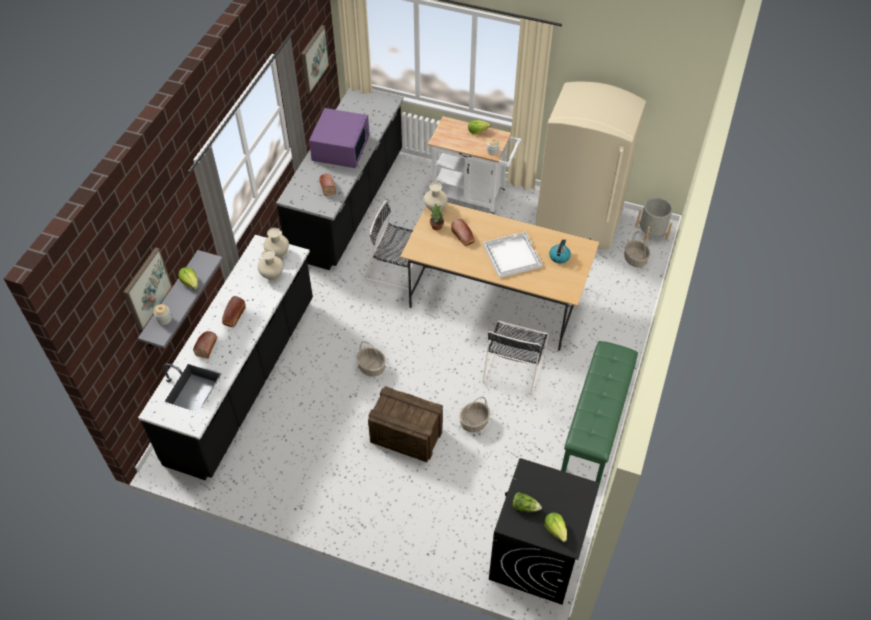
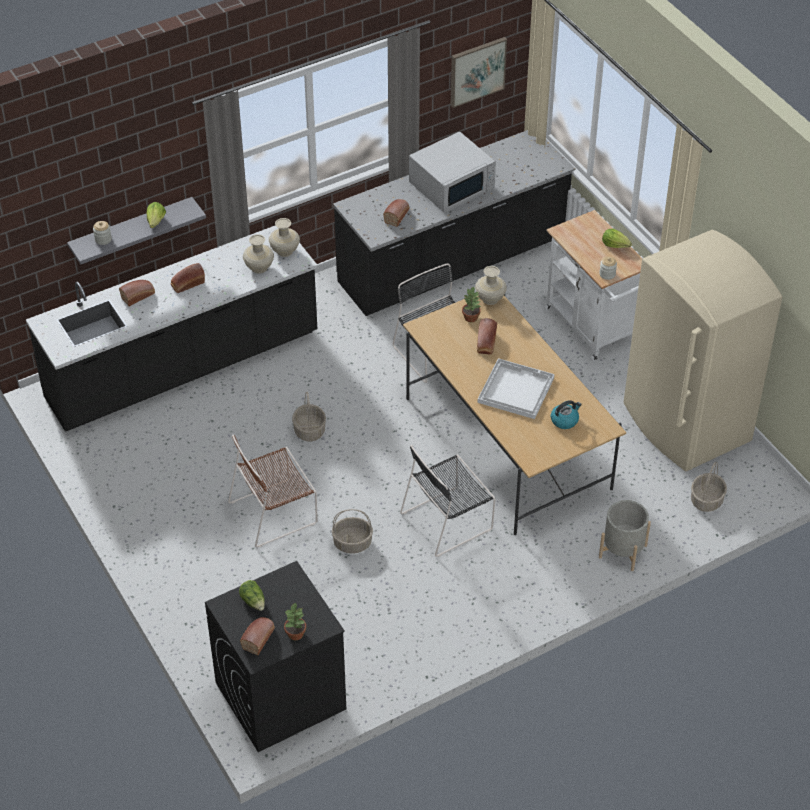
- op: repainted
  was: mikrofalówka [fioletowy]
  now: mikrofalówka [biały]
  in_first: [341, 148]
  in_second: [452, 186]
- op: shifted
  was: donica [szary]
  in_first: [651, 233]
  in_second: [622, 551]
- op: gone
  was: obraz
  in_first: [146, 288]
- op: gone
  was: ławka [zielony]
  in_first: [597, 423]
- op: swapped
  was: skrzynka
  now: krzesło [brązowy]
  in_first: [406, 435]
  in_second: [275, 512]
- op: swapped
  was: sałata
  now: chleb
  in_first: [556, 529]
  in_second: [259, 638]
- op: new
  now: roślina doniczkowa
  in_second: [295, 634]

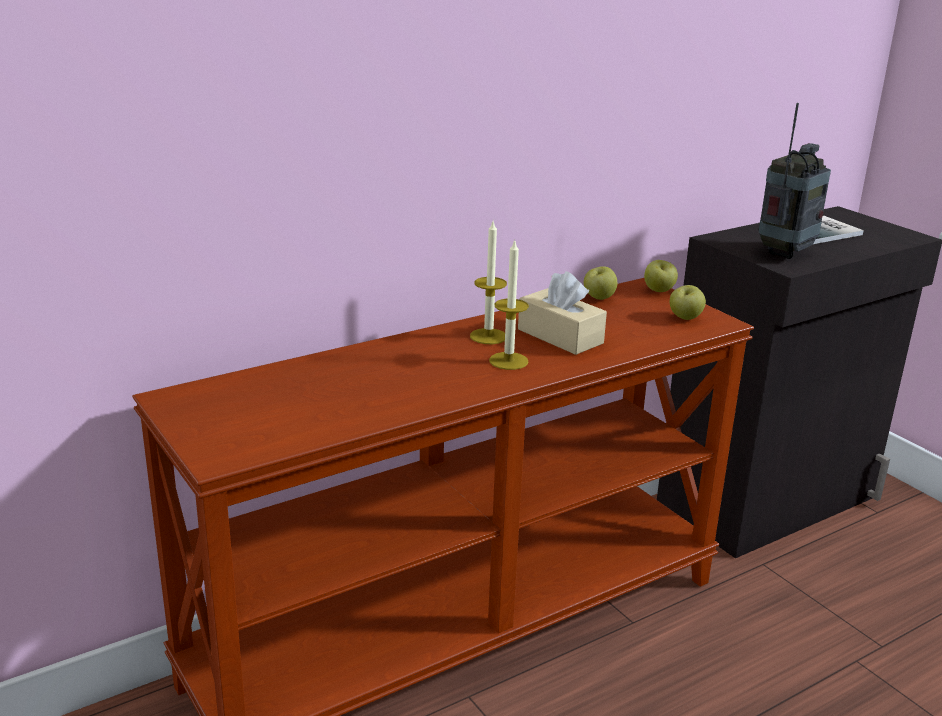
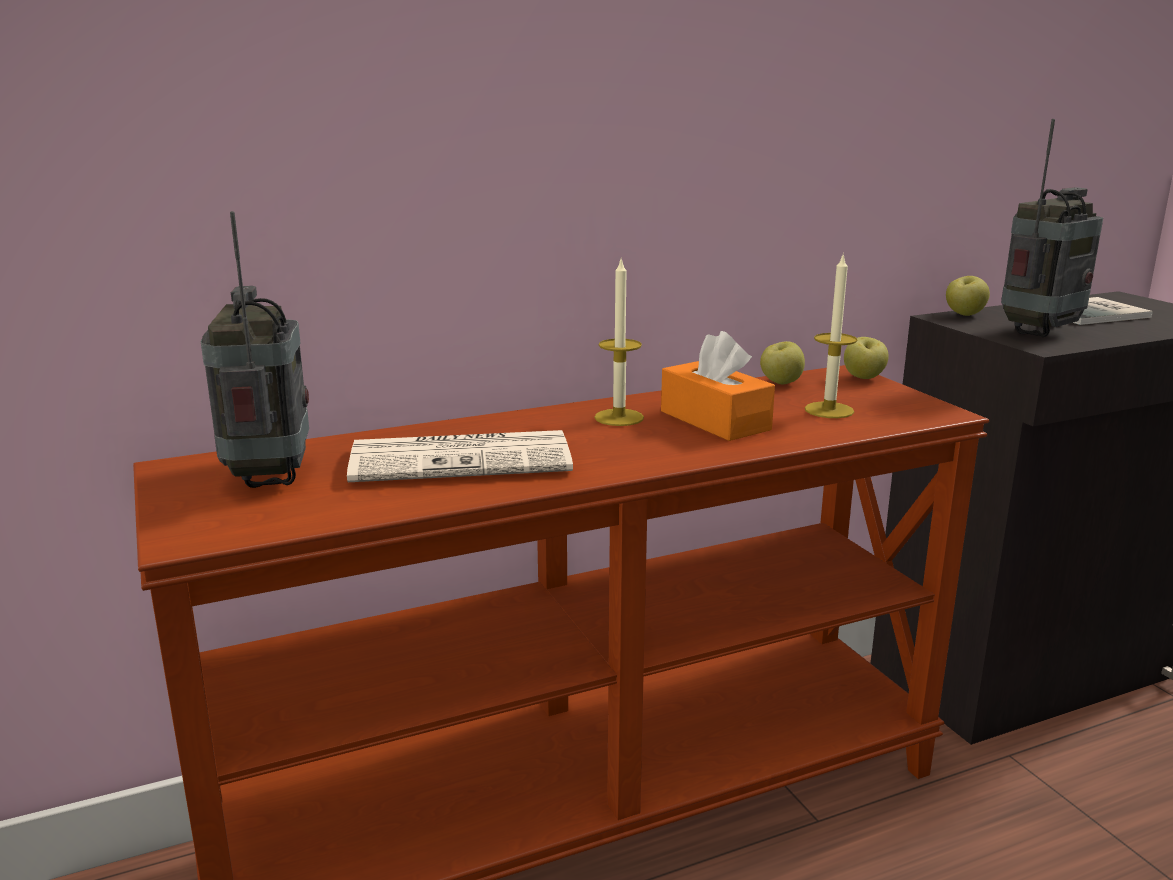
- op: shifted
  was: świeca
  in_first: [508, 361]
  in_second: [829, 410]
- op: repainted
  was: pudełko chusteczek [beżowy]
  now: pudełko chusteczek [pomarańczowy]
  in_first: [560, 336]
  in_second: [715, 420]
- op: shifted
  was: jabłko
  in_first: [685, 318]
  in_second: [964, 315]
- op: new
  now: radio
  in_second: [270, 477]
- op: new
  now: gazeta
  in_second: [464, 459]

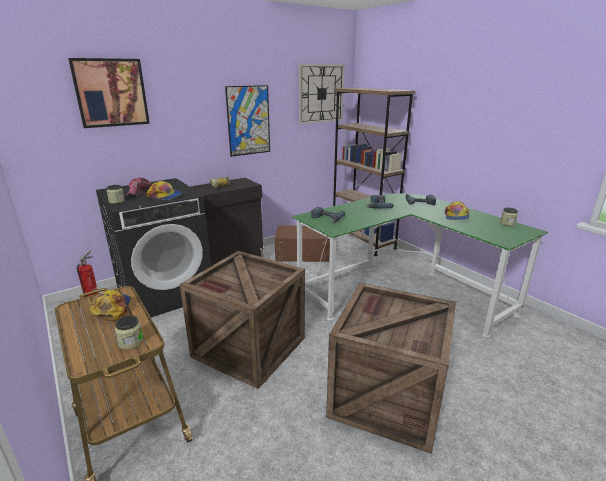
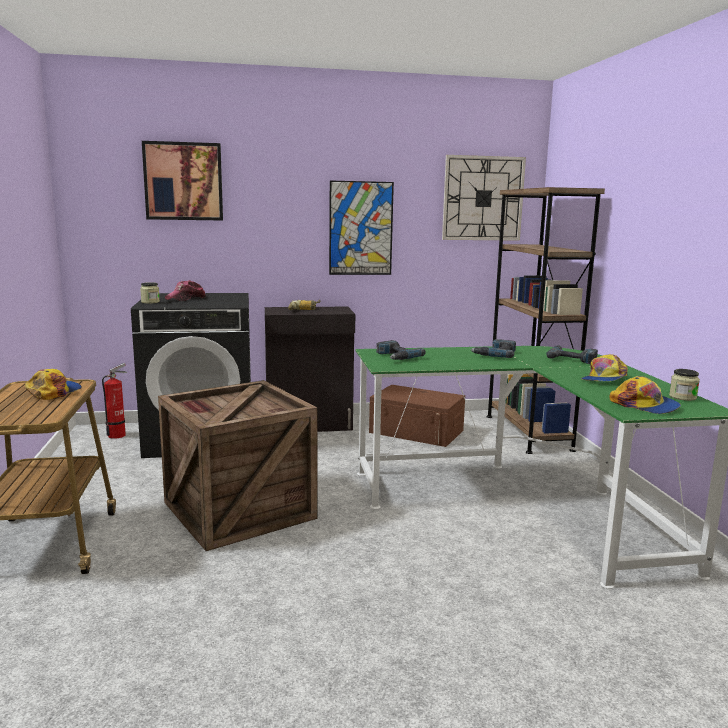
- op: shifted
  was: czapka z daszkiem
  in_first: [165, 196]
  in_second: [645, 405]
- op: gone
  was: skrzynka
  in_first: [386, 395]
- op: gone
  was: słoik
  in_first: [131, 342]

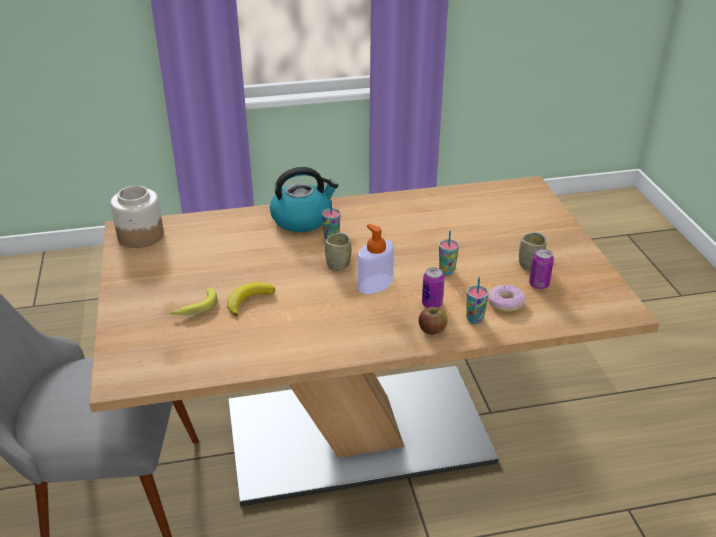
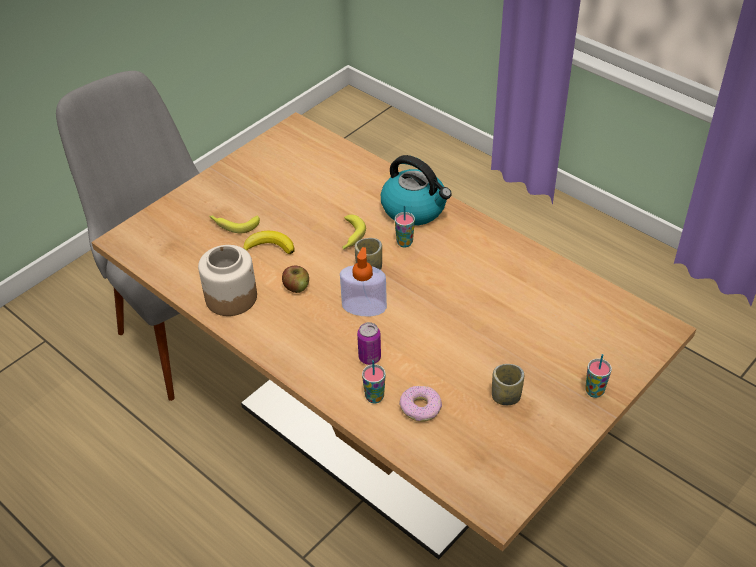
- op: shifted
  was: słoik
  in_first: [140, 235]
  in_second: [231, 297]
- op: shifted
  was: filiżanka
  in_first: [446, 271]
  in_second: [594, 391]
- op: gone
  was: puszka
  in_first: [539, 284]
- op: shifted
  was: jabłko
  in_first: [432, 330]
  in_second: [296, 287]
- op: new
  now: banan
  in_second: [350, 237]

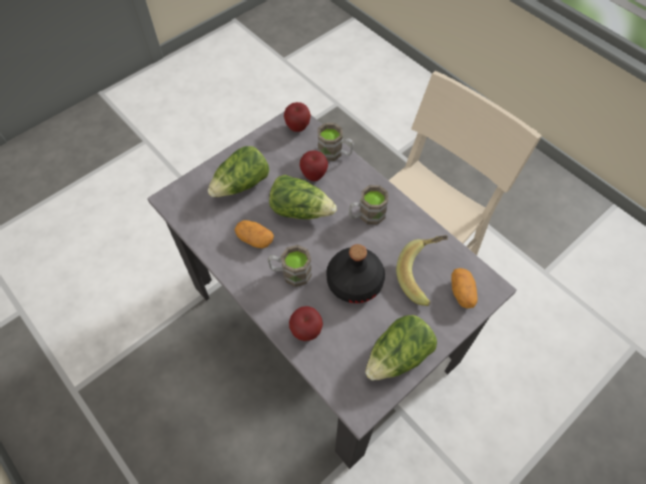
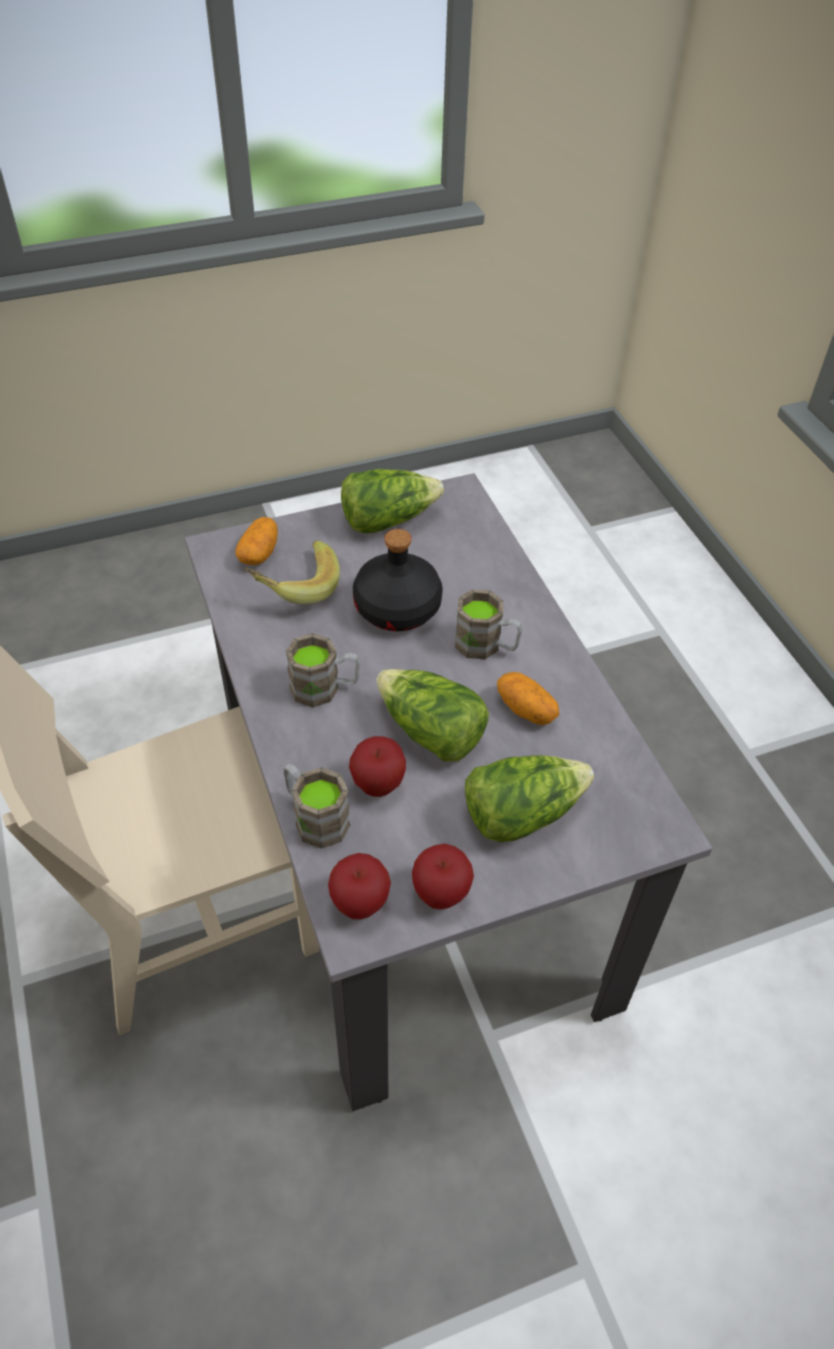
- op: shifted
  was: jabłko
  in_first: [306, 331]
  in_second: [441, 894]

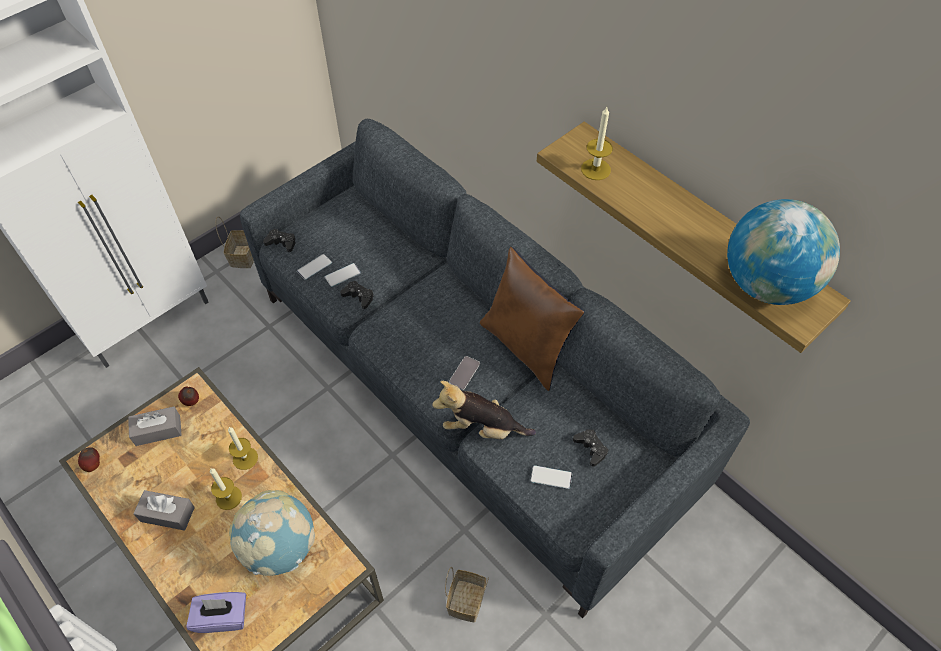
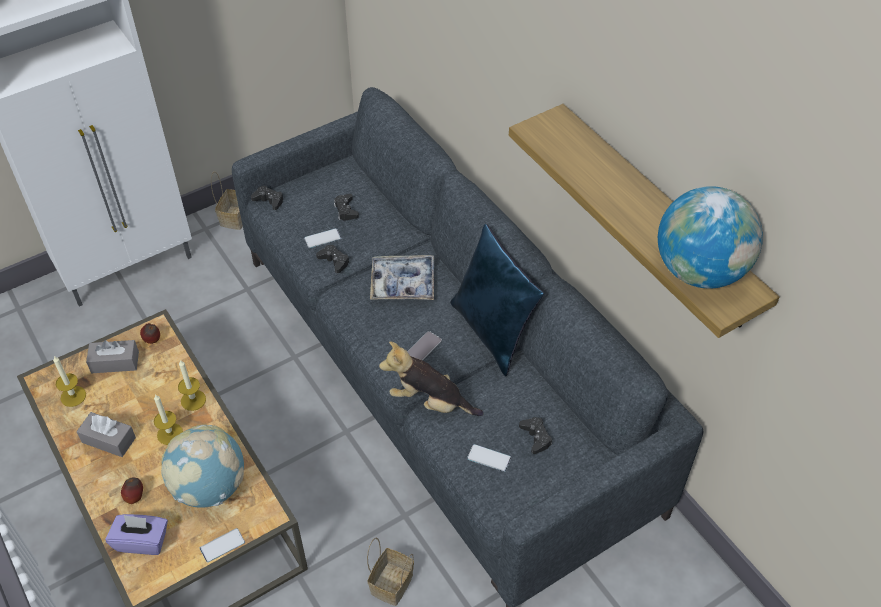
- op: shifted
  was: świeca
  in_first: [595, 169]
  in_second: [73, 396]
- op: repainted
  was: poduszka [brązowy]
  now: poduszka [niebieski]
  in_first: [527, 347]
  in_second: [493, 332]
- op: shifted
  was: telefon
  in_first: [314, 267]
  in_second: [222, 545]
- op: shifted
  was: jabłko
  in_first: [94, 465]
  in_second: [135, 497]
- op: new
  now: pad do gier [czarny]
  in_second: [346, 210]
- op: new
  now: taca
  in_second: [403, 283]

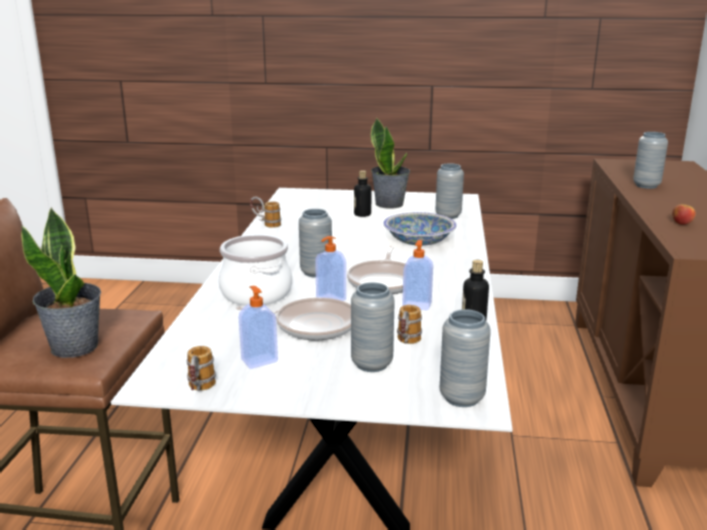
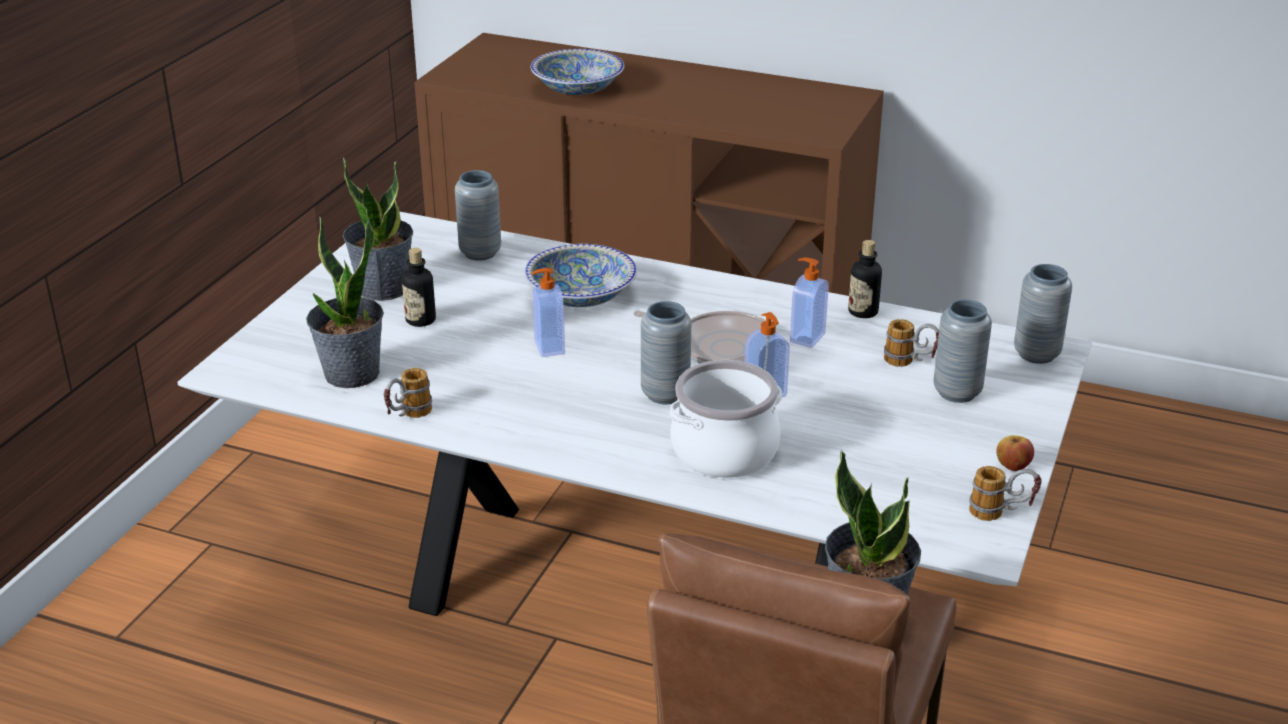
- op: swapped
  was: wazon [szary]
  now: miska
  in_first: [646, 186]
  in_second: [577, 89]
- op: shifted
  was: jabłko
  in_first: [681, 223]
  in_second: [1013, 466]
- op: shifted
  was: dozownik mydła
  in_first: [259, 360]
  in_second: [548, 348]
- op: gone
  was: patelnia
  in_first: [312, 325]
- op: new
  now: roślina doniczkowa
  in_second: [352, 374]

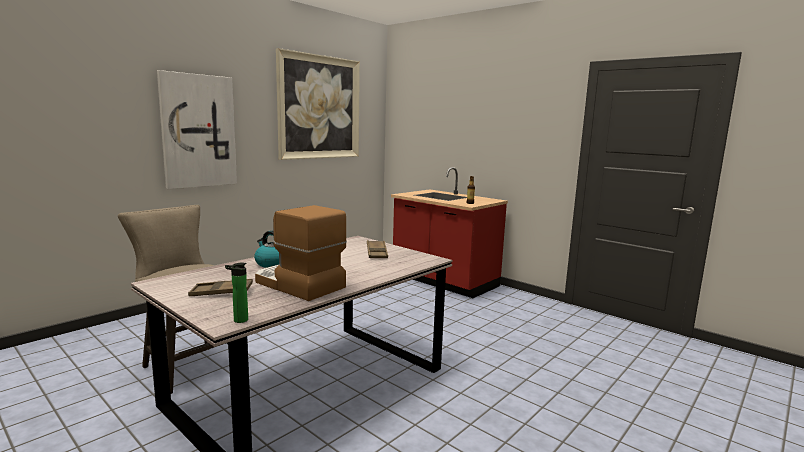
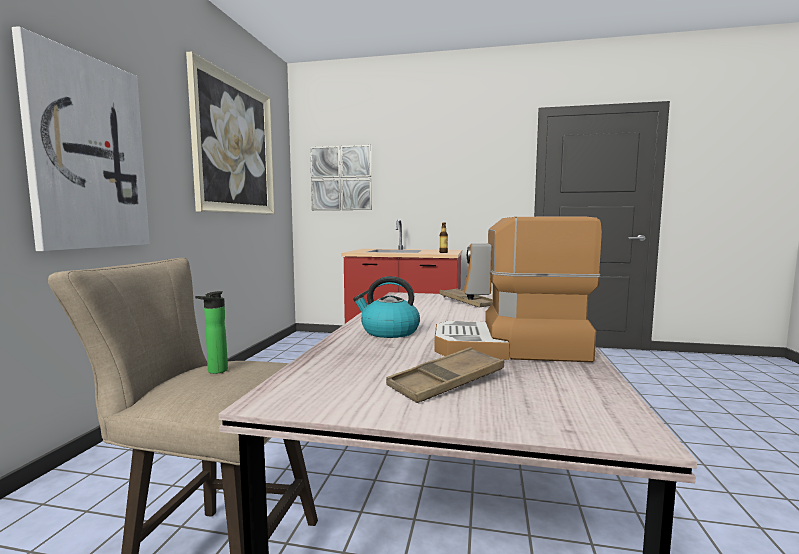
- op: shifted
  was: butelka
  in_first: [238, 320]
  in_second: [215, 371]
- op: new
  now: obraz
  in_second: [341, 178]

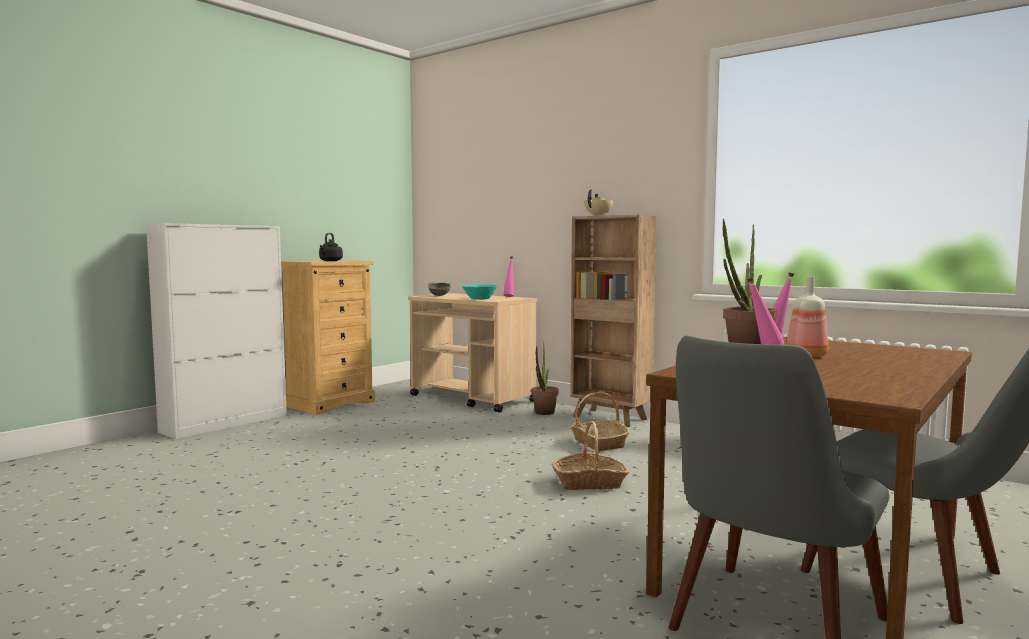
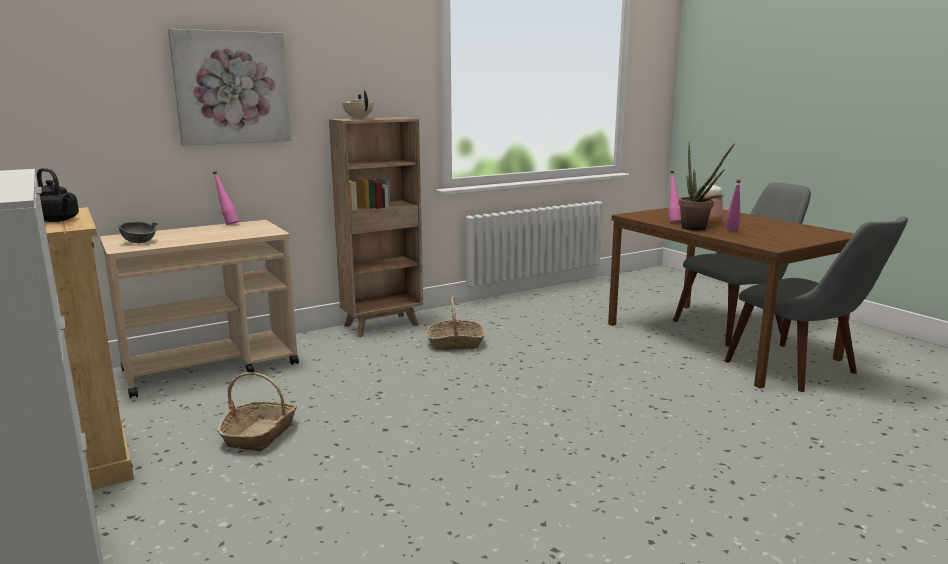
- op: gone
  was: miska [turkusowy]
  in_first: [479, 299]
- op: gone
  was: roślina doniczkowa
  in_first: [543, 413]
- op: shifted
  was: koszyk
  in_first: [589, 482]
  in_second: [260, 434]
- op: new
  now: obraz
  in_second: [232, 88]

